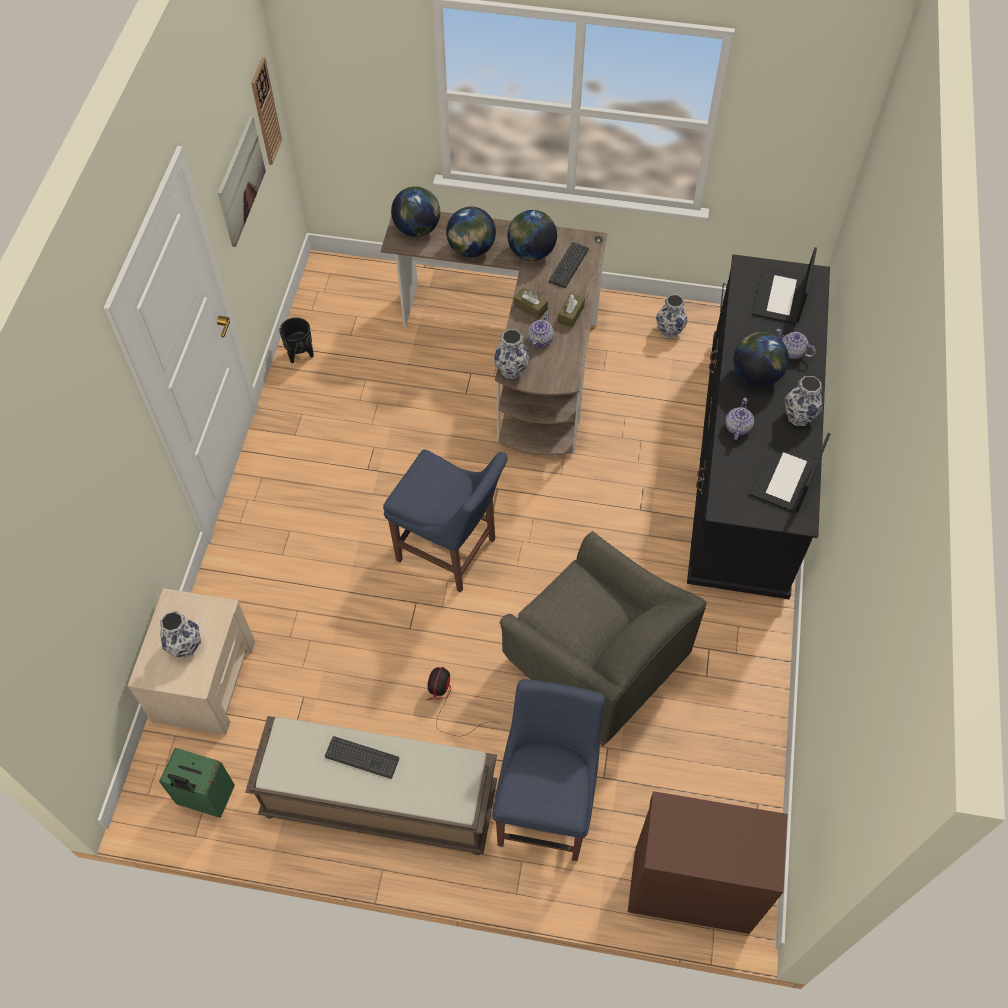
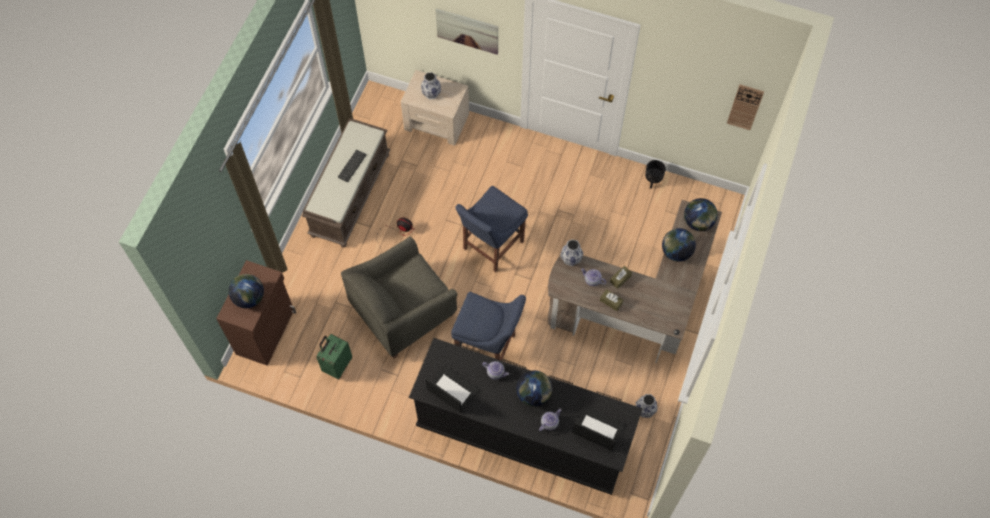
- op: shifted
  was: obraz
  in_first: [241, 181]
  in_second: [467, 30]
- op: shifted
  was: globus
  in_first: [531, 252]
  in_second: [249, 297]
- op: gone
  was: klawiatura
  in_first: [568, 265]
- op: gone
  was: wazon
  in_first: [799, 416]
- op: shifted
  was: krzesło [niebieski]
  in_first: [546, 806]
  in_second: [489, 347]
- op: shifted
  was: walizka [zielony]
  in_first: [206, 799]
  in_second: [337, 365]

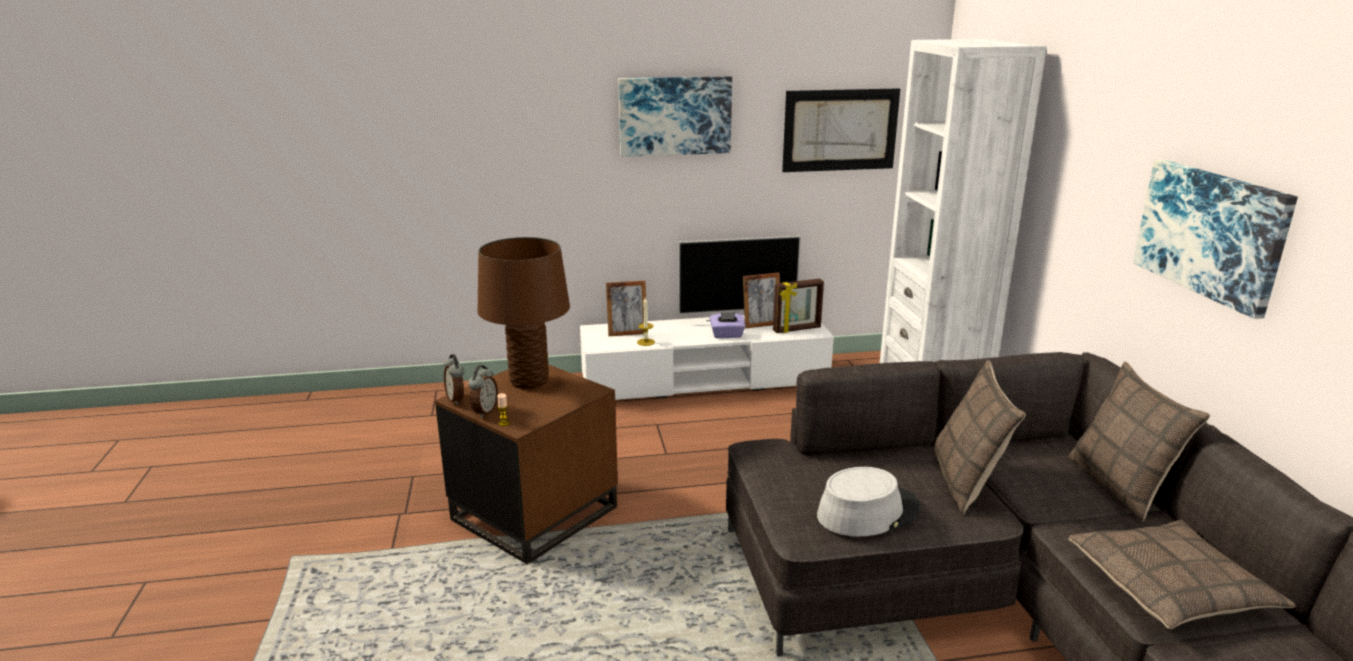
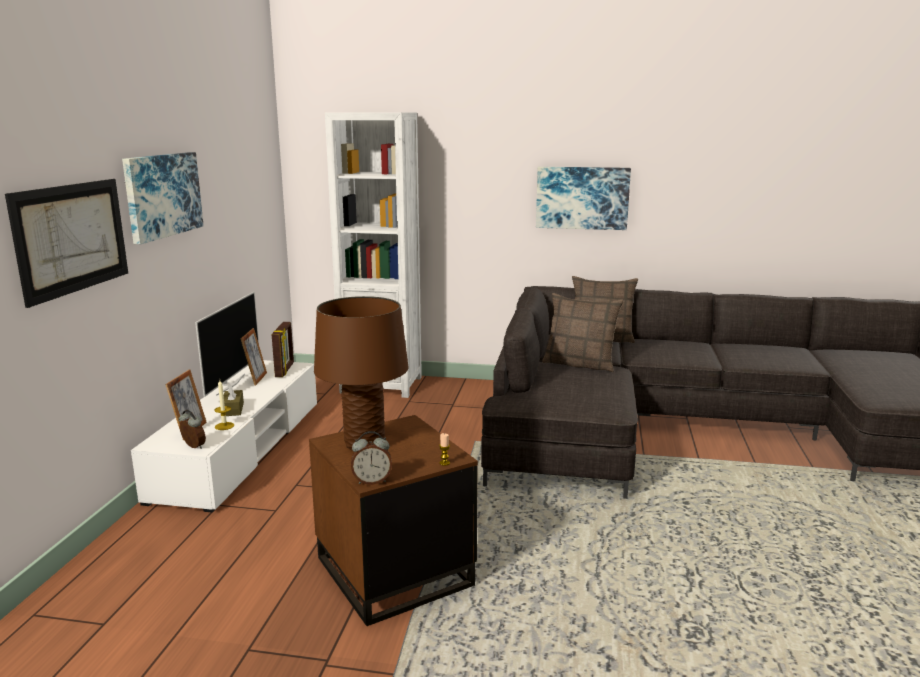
- op: shifted
  was: obraz
  in_first: [840, 130]
  in_second: [72, 238]
- op: gone
  was: pudełko chusteczek [fioletowy]
  in_first: [727, 335]
- op: shifted
  was: budzik
  in_first: [484, 412]
  in_second: [193, 447]
- op: gone
  was: kapelusz [szary]
  in_first: [867, 512]
- op: gone
  was: poduszka
  in_first: [1170, 587]
- op: new
  now: pudełko chusteczek [brązowy]
  in_second: [233, 409]

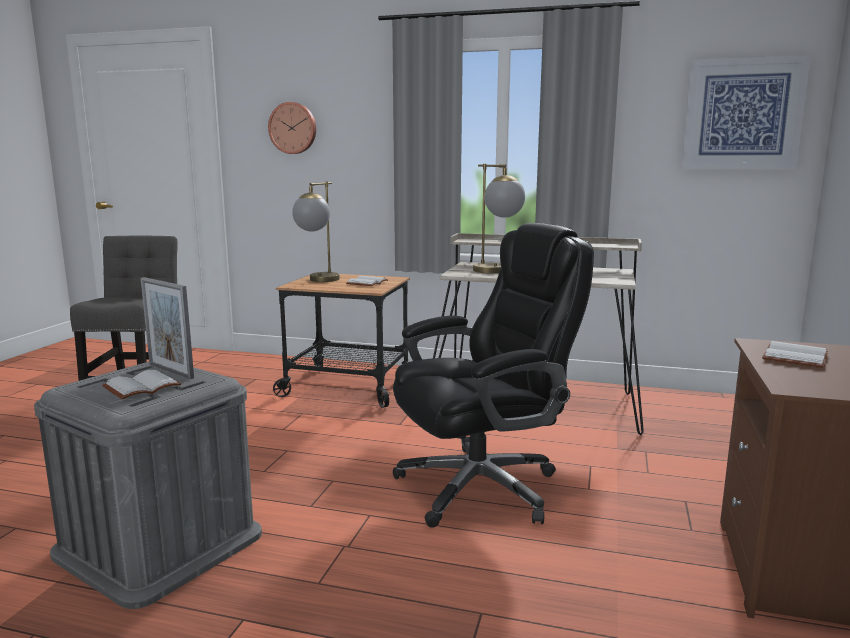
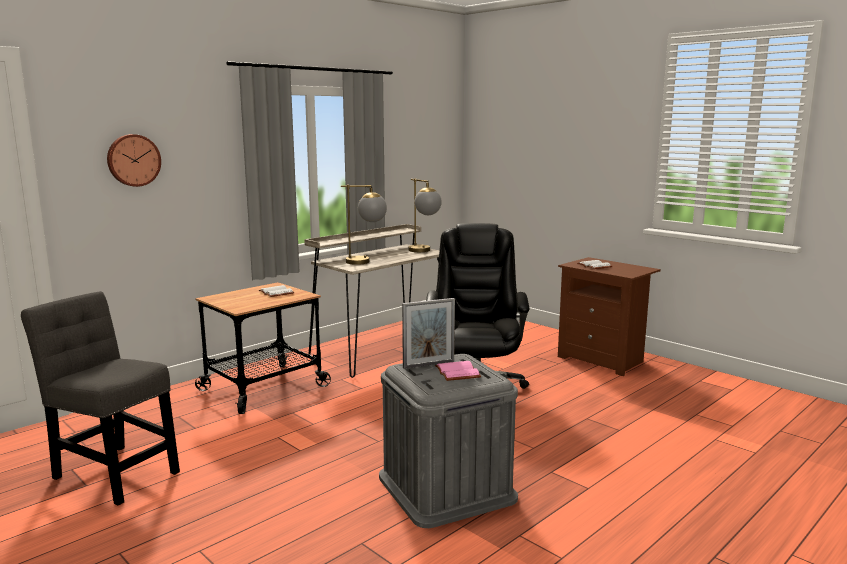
- op: gone
  was: obraz
  in_first: [742, 114]
- op: shifted
  was: lampa stołowa
  in_first: [319, 281]
  in_second: [424, 251]
- op: repainted
  was: książka [biały]
  now: książka [różowy]
  in_first: [142, 386]
  in_second: [456, 372]

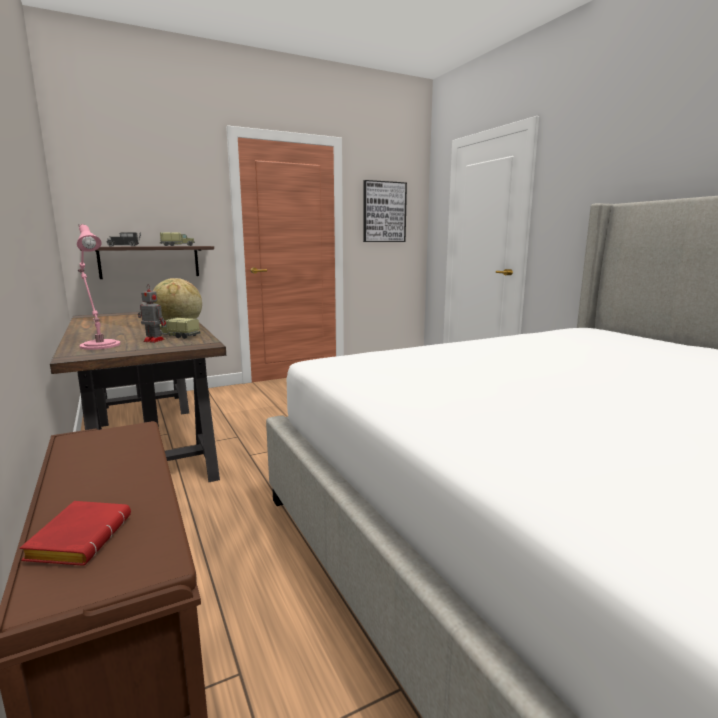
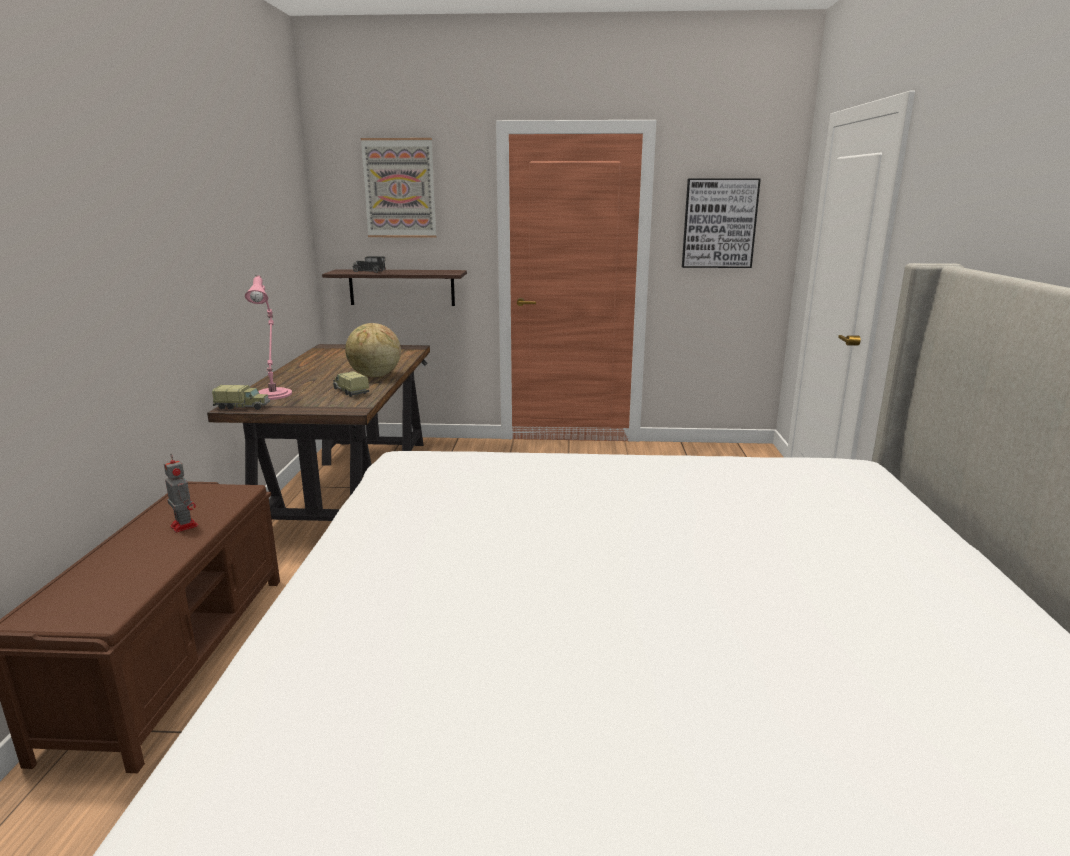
- op: shifted
  was: ciężarówka zabawkowa
  in_first: [177, 245]
  in_second: [243, 407]
- op: shifted
  was: robot zabawkowy
  in_first: [153, 340]
  in_second: [184, 525]
- op: gone
  was: książka [czerwony]
  in_first: [79, 538]
- op: new
  now: obraz
  in_second: [399, 188]

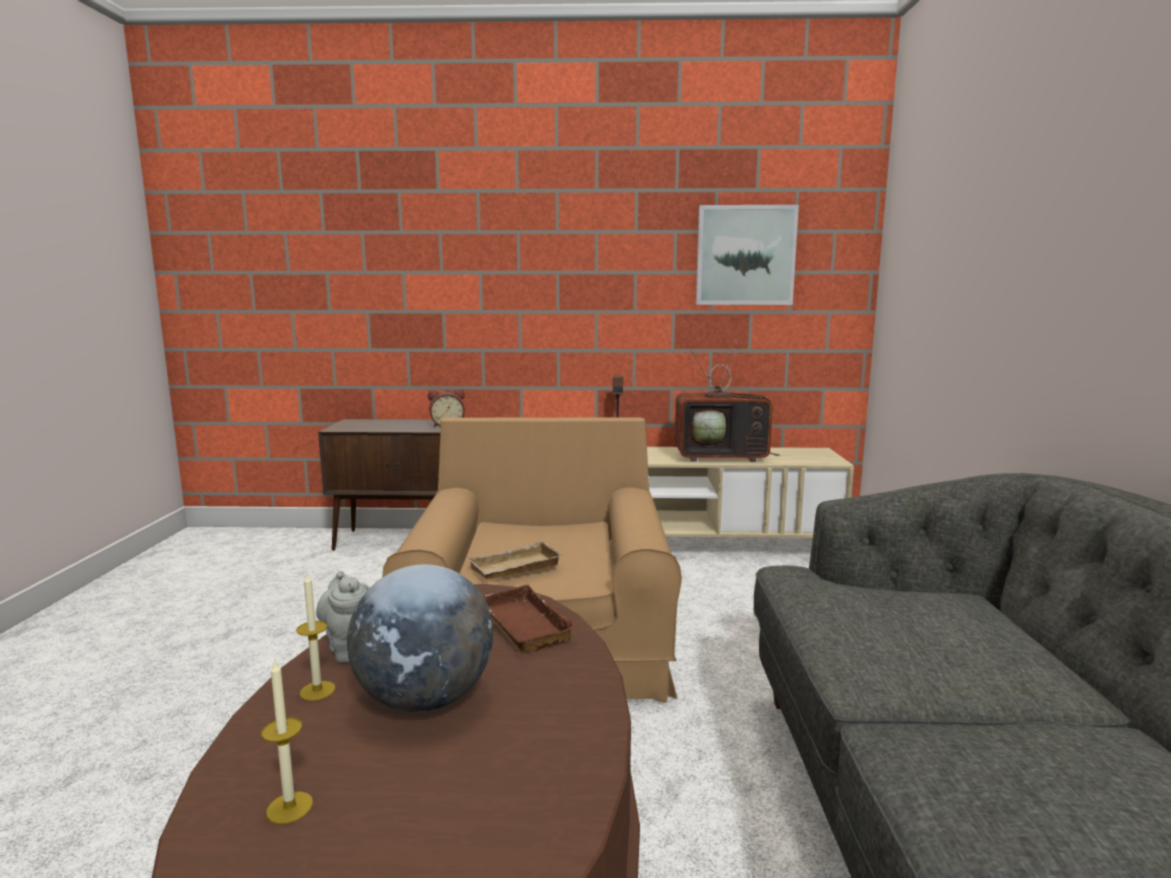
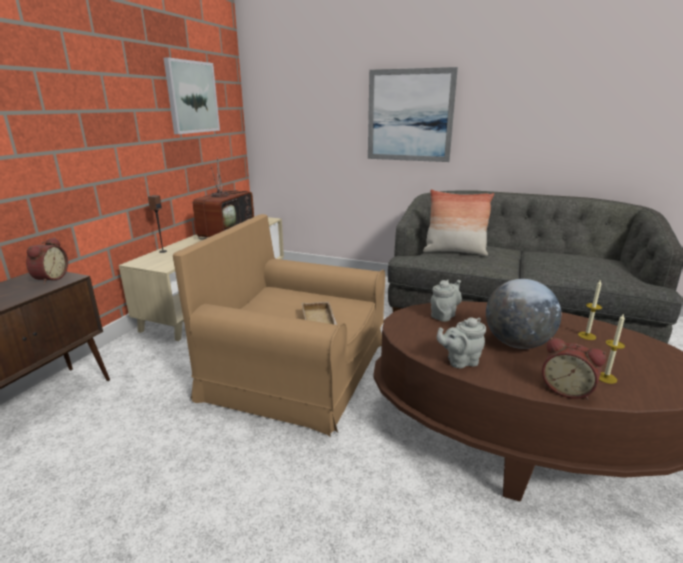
- op: shifted
  was: świeca
  in_first: [317, 691]
  in_second: [587, 336]
- op: swapped
  was: taca [brązowy]
  now: imbryk [szary]
  in_first: [520, 625]
  in_second: [444, 315]
- op: new
  now: obraz
  in_second: [409, 116]
- op: new
  now: poduszka
  in_second: [455, 251]
- op: new
  now: budzik
  in_second: [566, 389]

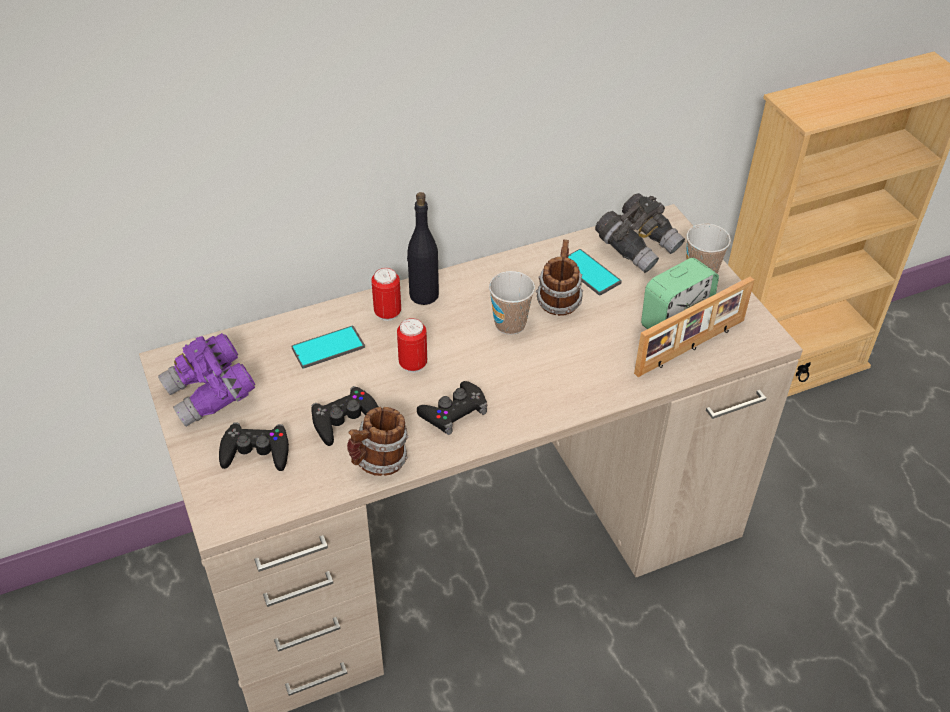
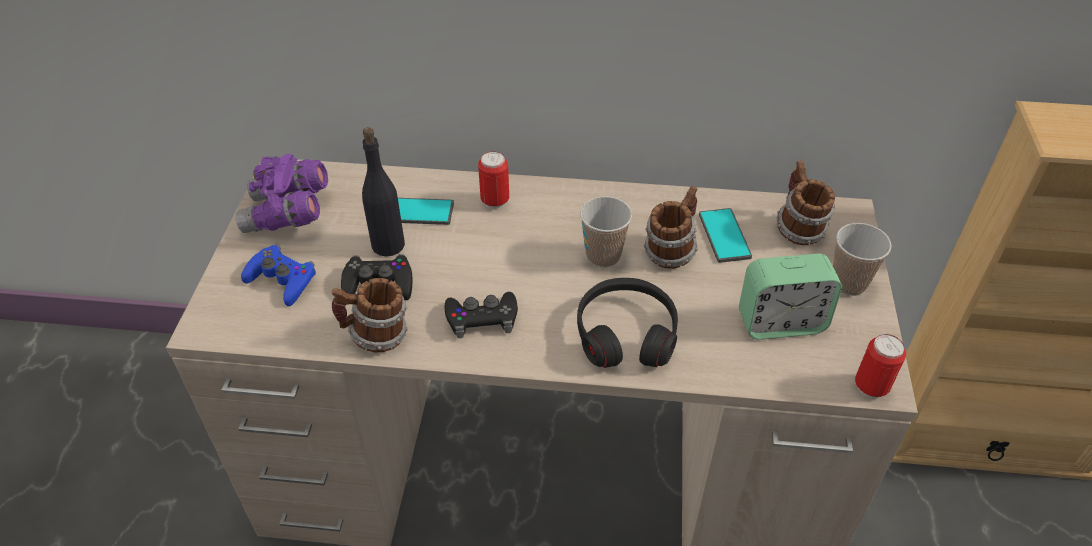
- op: shifted
  was: butelka [czarny]
  in_first: [423, 295]
  in_second: [388, 244]
- op: swapped
  was: lornetka [szary]
  now: kubek
  in_first: [638, 246]
  in_second: [798, 228]
- op: gone
  was: ramka na zdjęcie
  in_first: [691, 348]
- op: shifted
  was: puszka
  in_first: [413, 364]
  in_second: [871, 387]
- op: repainted
  was: pad do gier [czarny]
  now: pad do gier [niebieski]
  in_first: [256, 452]
  in_second: [282, 280]
- op: new
  now: słuchawki [czarny]
  in_second: [626, 333]

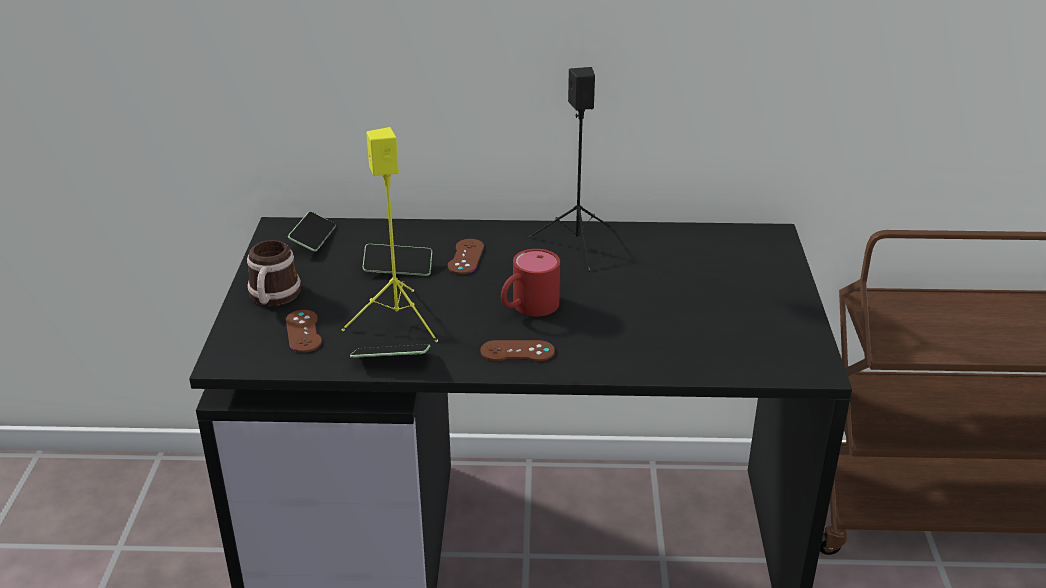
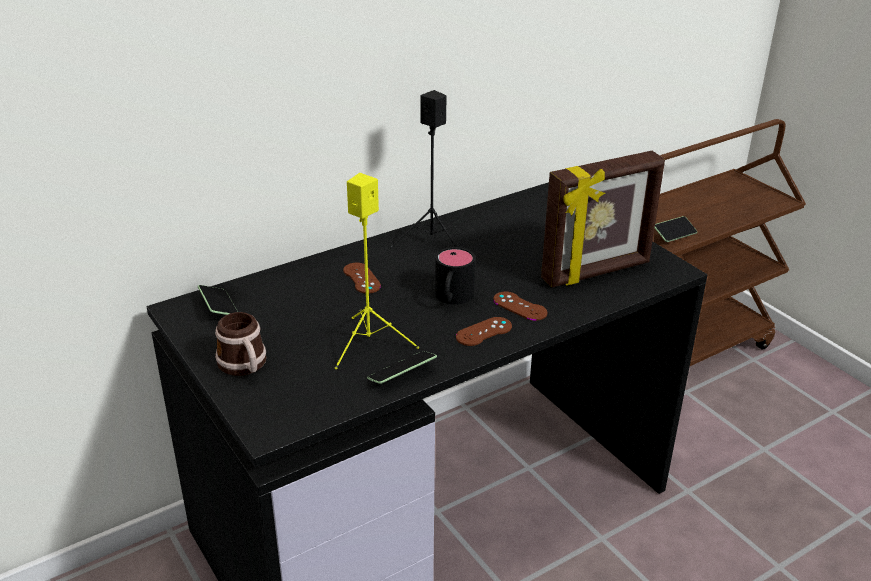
- op: shifted
  was: telefon
  in_first: [398, 268]
  in_second: [674, 235]
- op: repainted
  was: kubek [czerwony]
  now: kubek [czarny]
  in_first: [527, 307]
  in_second: [452, 298]
- op: shifted
  was: pad do gier [brązowy]
  in_first: [303, 331]
  in_second: [520, 306]
- op: new
  now: ramka na zdjęcie
  in_second: [596, 272]

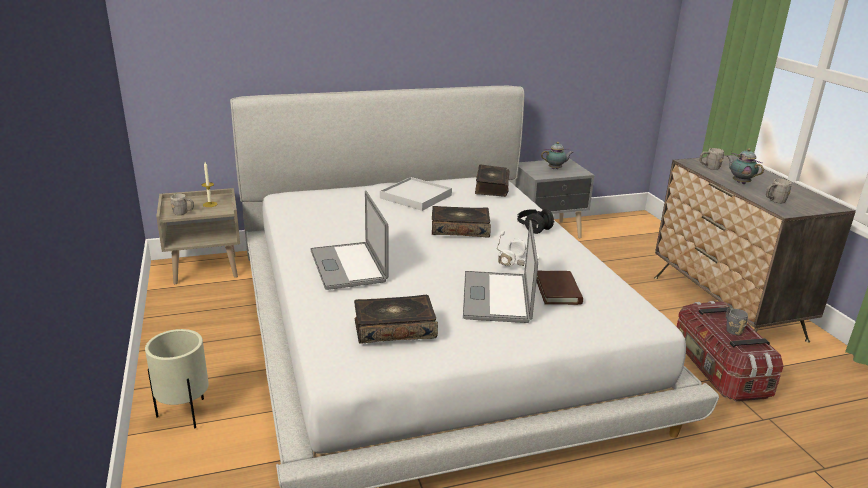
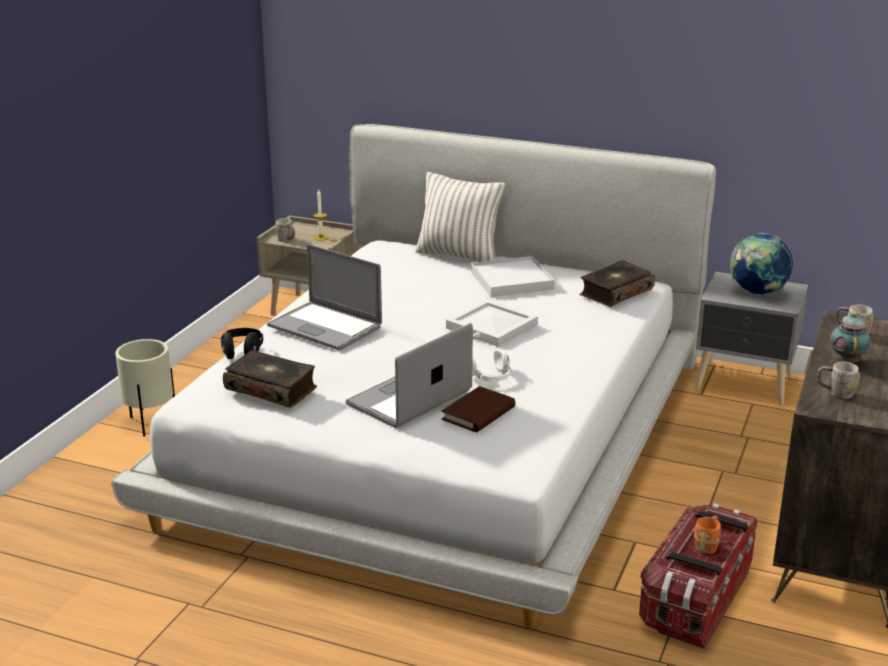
- op: swapped
  was: imbryk
  now: globus
  in_first: [556, 169]
  in_second: [757, 293]
- op: rotated
  was: laptop
  in_first: [348, 265]
  in_second: [324, 326]
  clockwise: -75
- op: swapped
  was: książka
  now: taca [biały]
  in_first: [460, 229]
  in_second: [493, 326]
- op: shifted
  was: słuchawki [czarny]
  in_first: [533, 228]
  in_second: [242, 353]
- op: repainted
  was: kubek [szary]
  now: kubek [pomarańczowy]
  in_first: [732, 329]
  in_second: [707, 545]
- op: new
  now: poduszka
  in_second: [459, 255]

